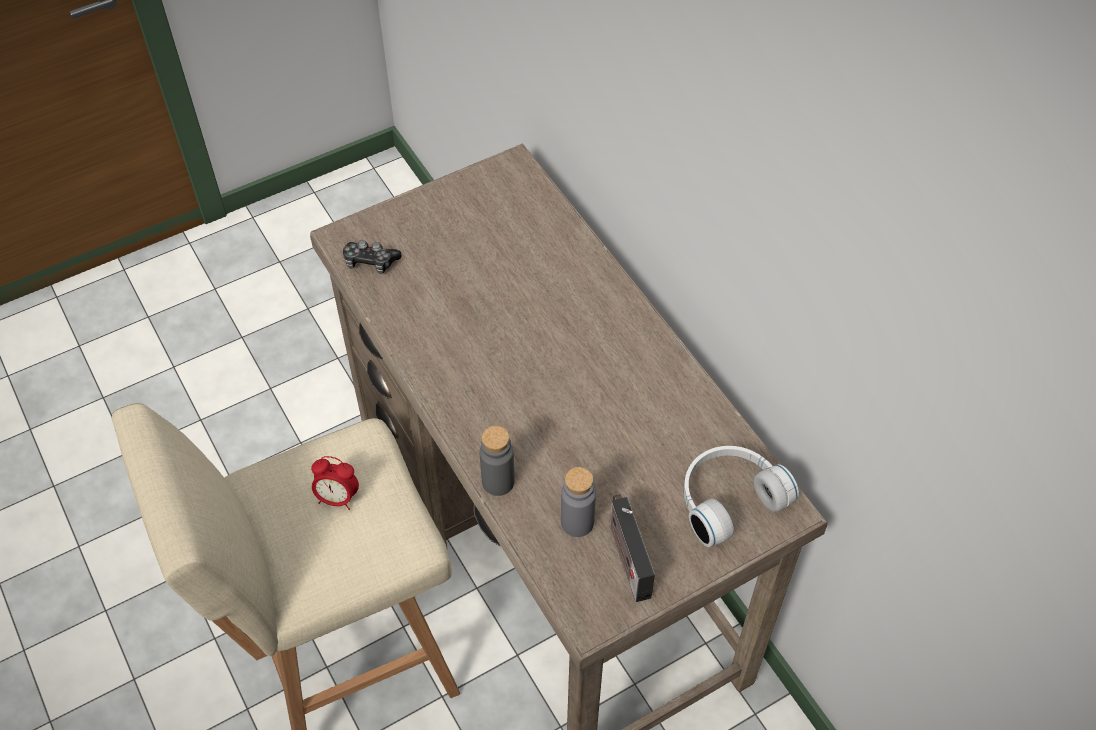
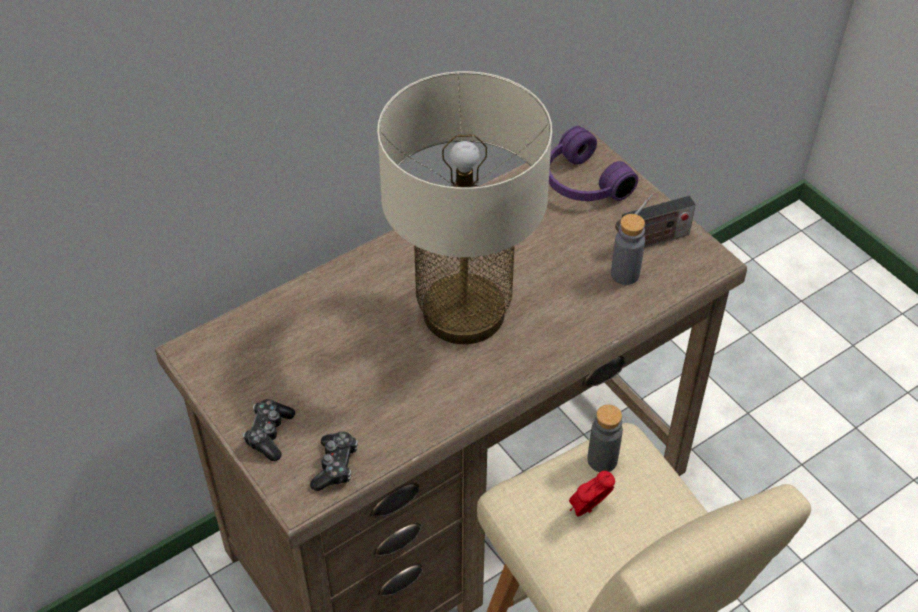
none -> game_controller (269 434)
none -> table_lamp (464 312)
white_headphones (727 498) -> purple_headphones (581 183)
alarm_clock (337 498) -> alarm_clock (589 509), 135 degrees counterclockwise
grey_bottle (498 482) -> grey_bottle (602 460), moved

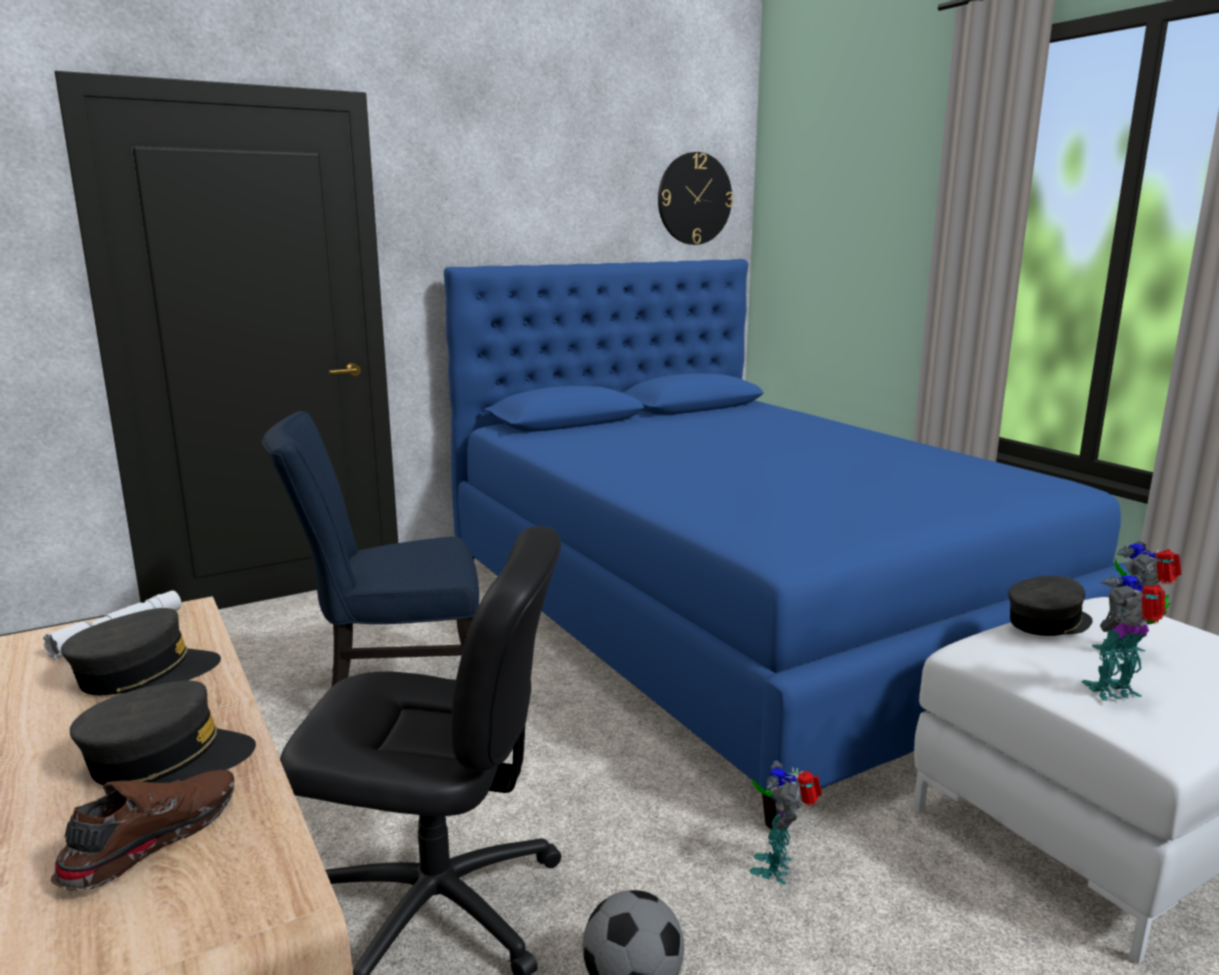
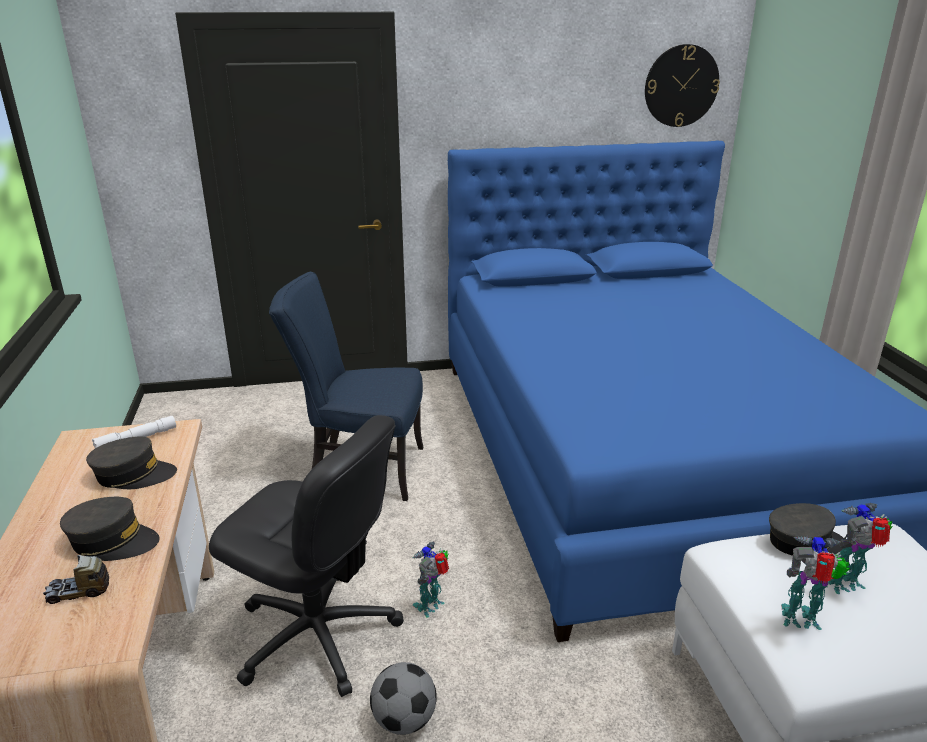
brown_shoe (150 839) -> toy_truck (79 592)
toy_robot (777 867) -> toy_robot (431 606), moved

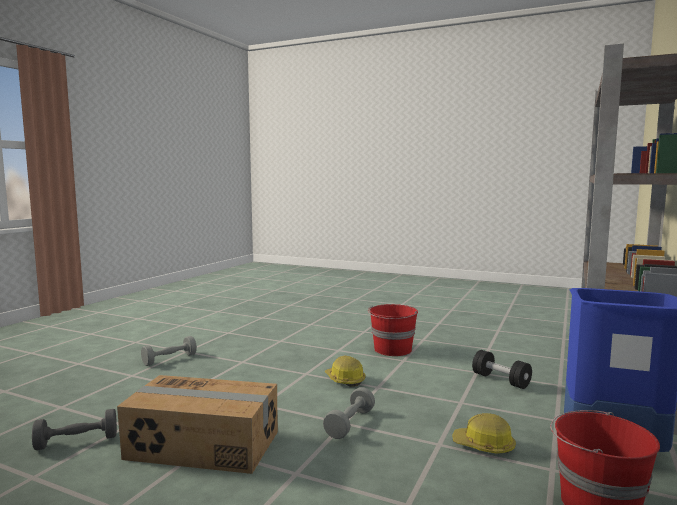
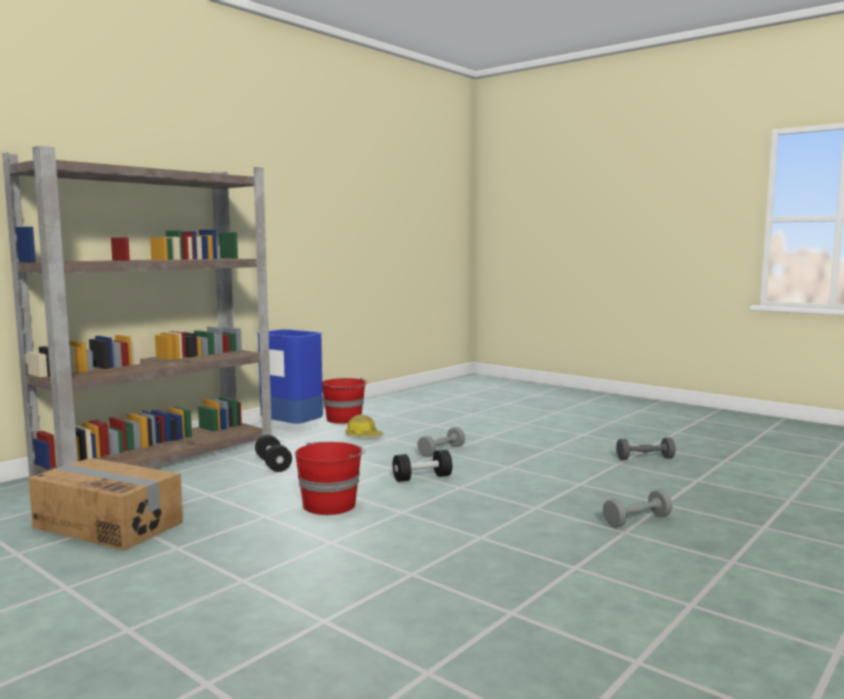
cardboard_box (203 446) -> cardboard_box (109 524), moved
hard_hat (345 380) -> black_dumbbell (422 478)

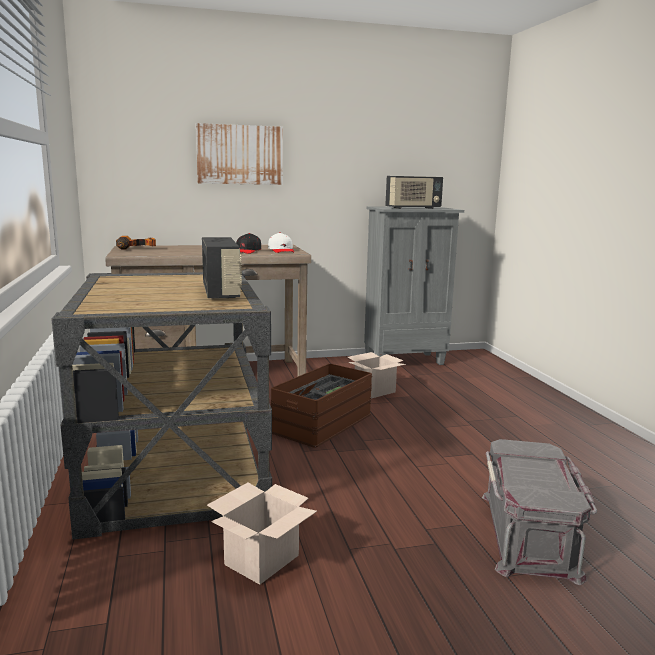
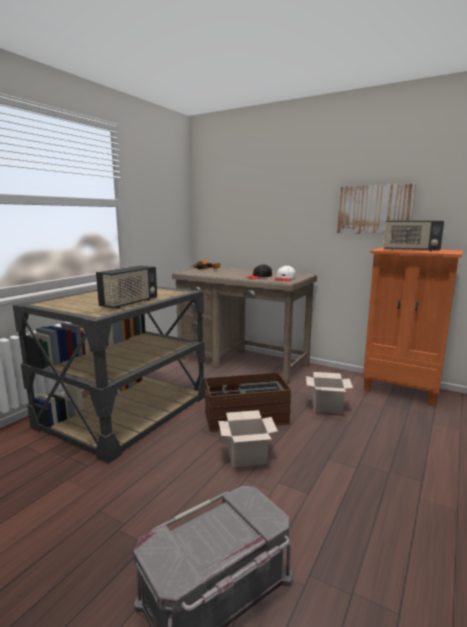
cardboard_box (262 558) -> cardboard_box (248 456), moved
picture (240 155) -> picture (374 209), moved
grey_cabinet (405 361) -> orange_cabinet (400 391)

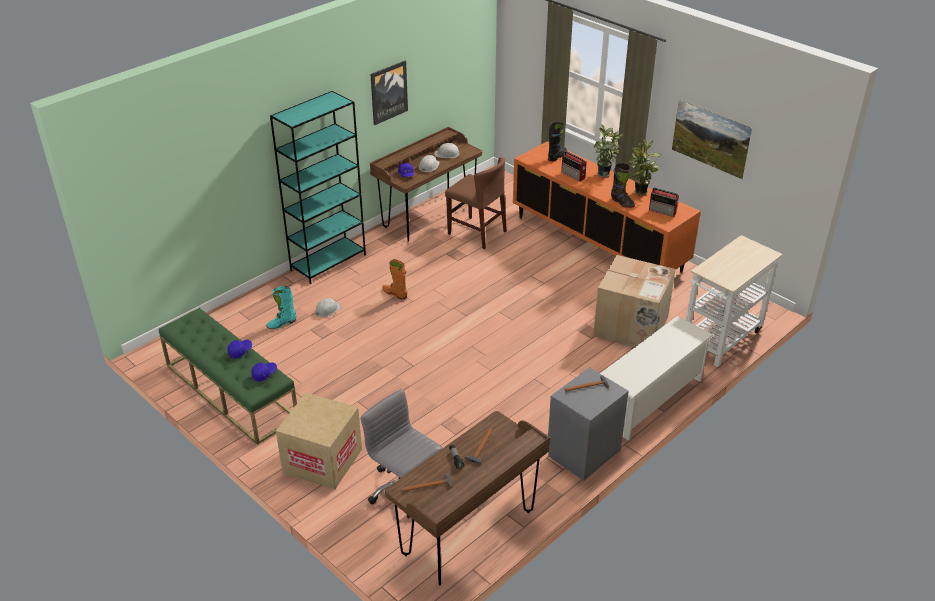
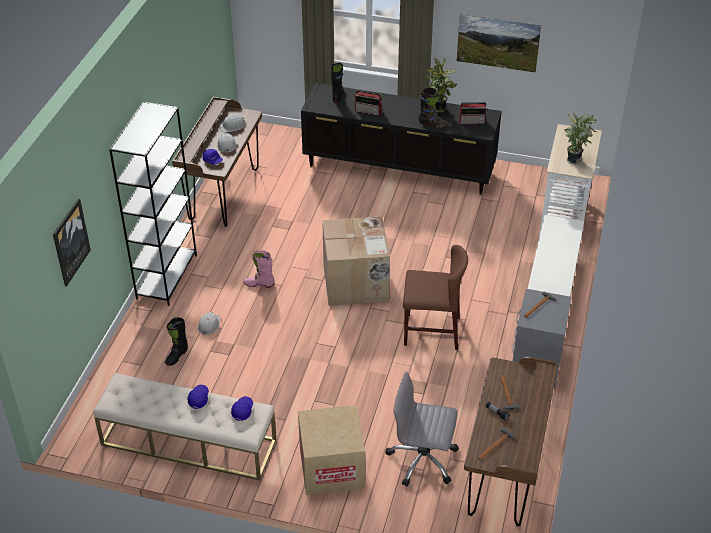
picture (388 92) -> picture (70 242), moved
green_bench (230 391) -> beige_bench (188 442)
turquoise_bookcase (328 262) -> white_bookcase (166 276)
turquoise_boot (281 323) -> black_boot (176 356)
orange_boot (395 294) -> pink_boot (259 284)
orange_cabinet (597 245) -> black_cabinet (399 169)
cardboard_box (631 327) -> cardboard_box (356 283), moved
brown_chair (476 233) -> brown_chair (431 331), moved
potted_plant (605 174) -> potted_plant (574 160), moved

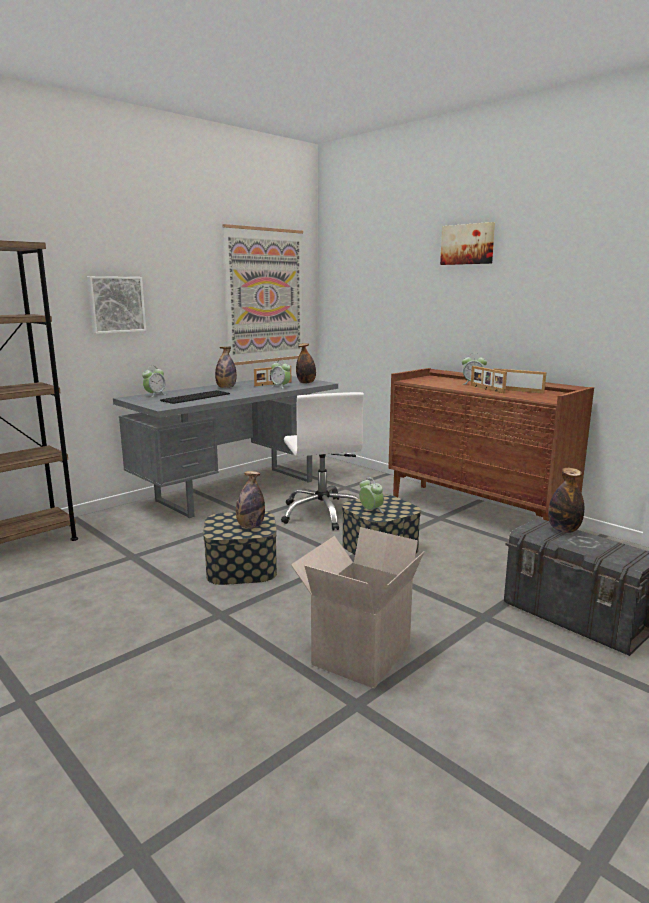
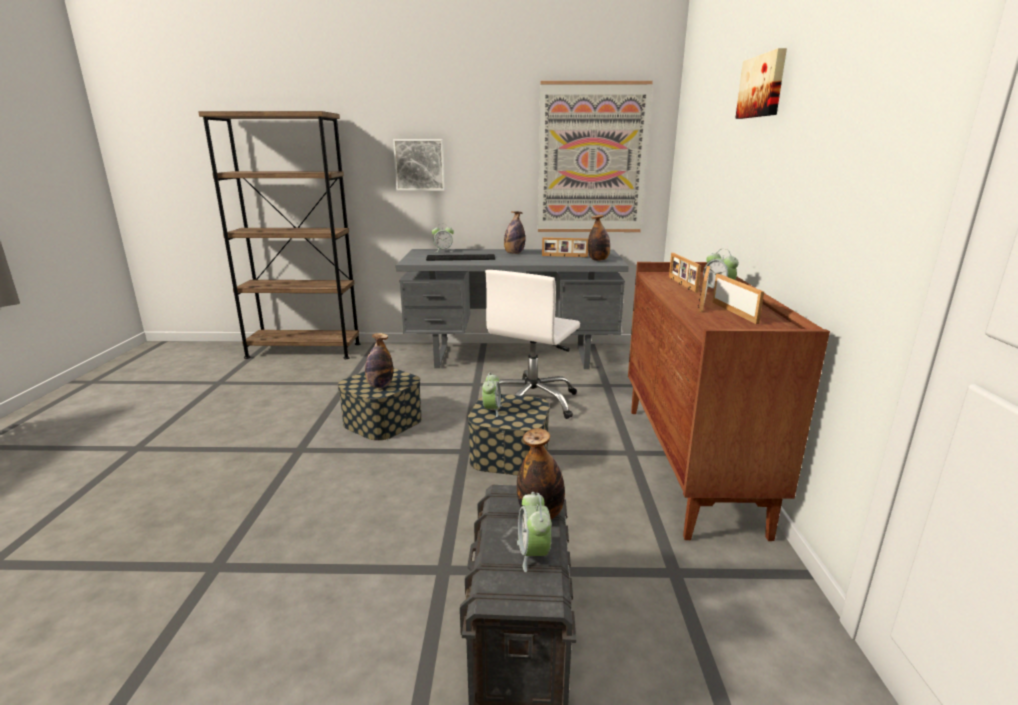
alarm_clock (280 387) -> alarm_clock (533 554), moved
none -> picture_frame (681 284)
cardboard_box (359 653) -> none

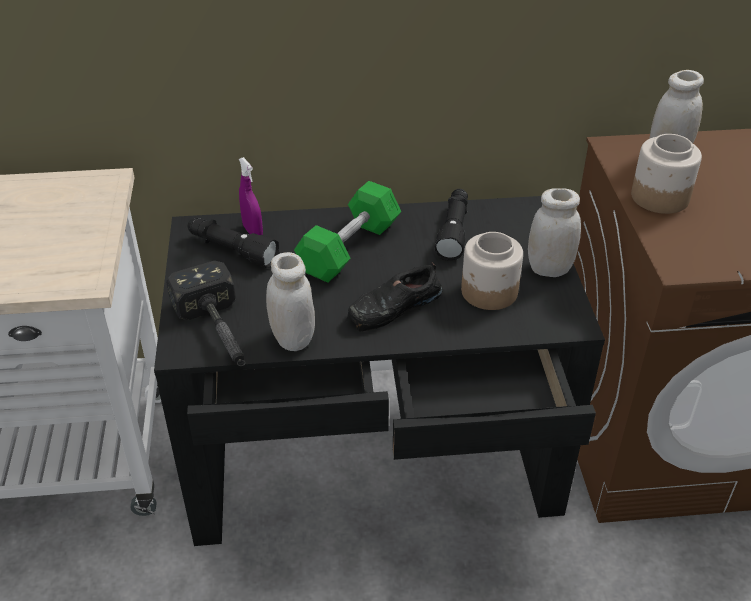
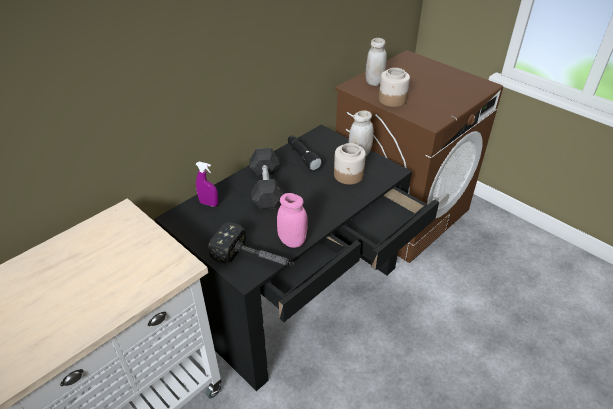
green_dumbbell (349 248) -> grey_dumbbell (266 187)
white_jar (293 339) -> pink_jar (292 241)
black_flashlight (232 250) -> none
black_shoe (393 308) -> none

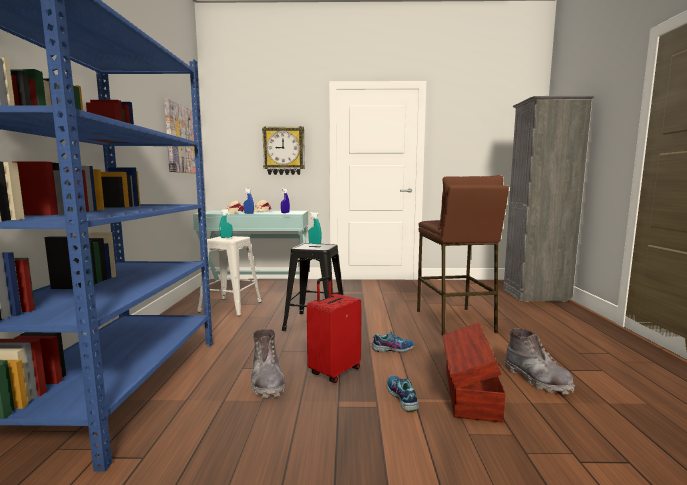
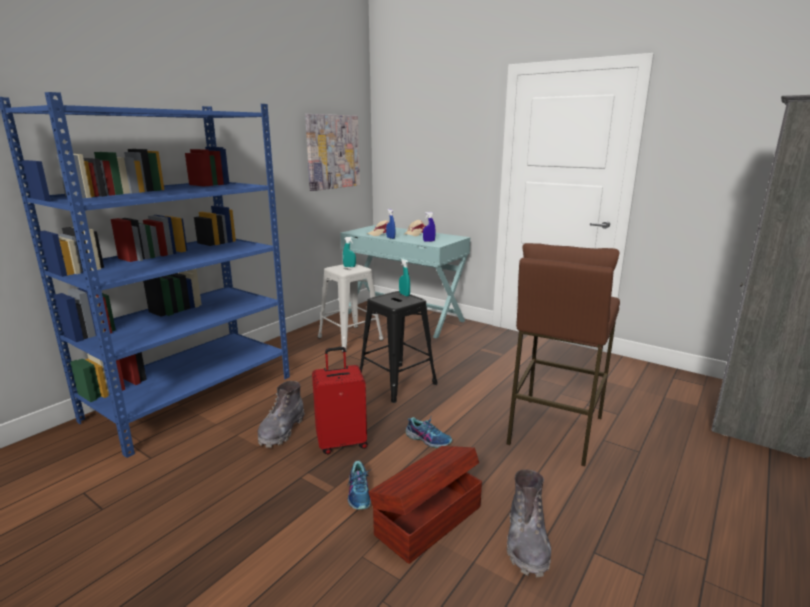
shoe (401 397) -> shoe (359 493), 150 degrees clockwise
wall_clock (284 151) -> none

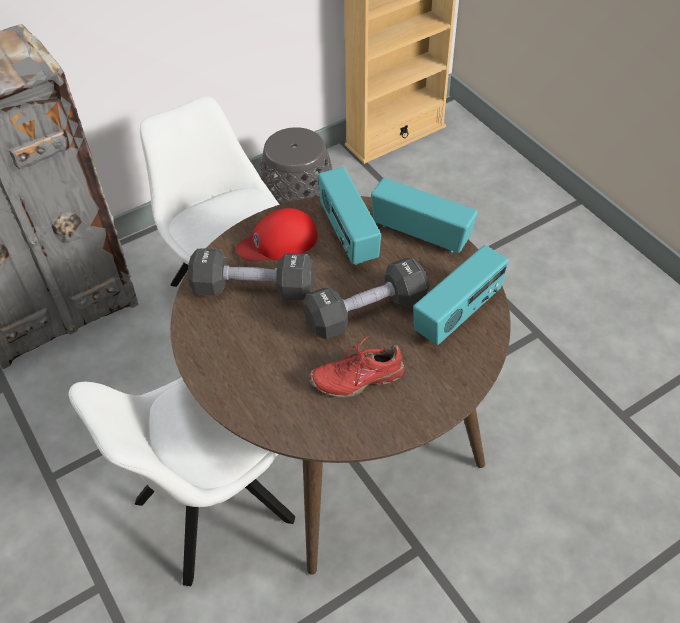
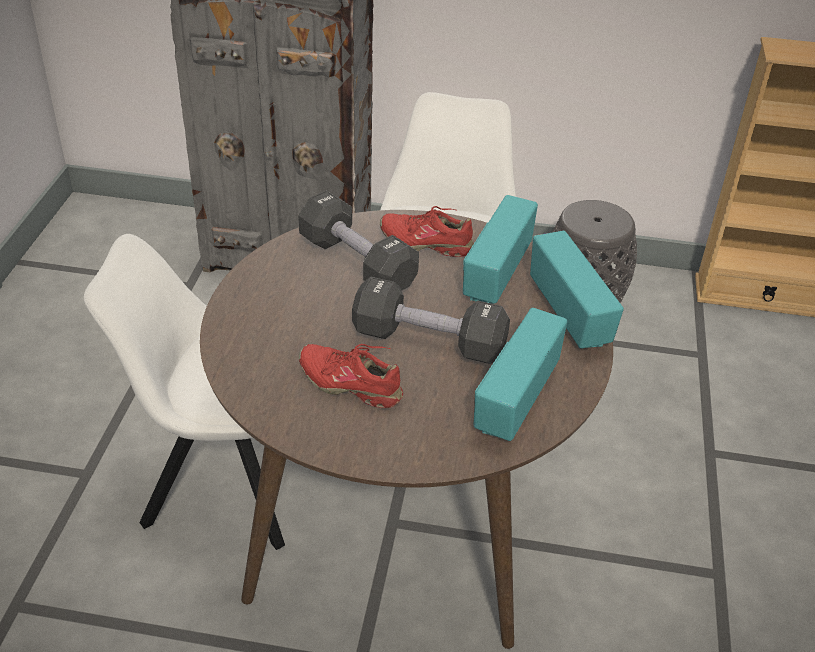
red_cap (278 241) -> red_shoe (426 242)
radio (458 314) -> radio (515 399), 120 degrees clockwise

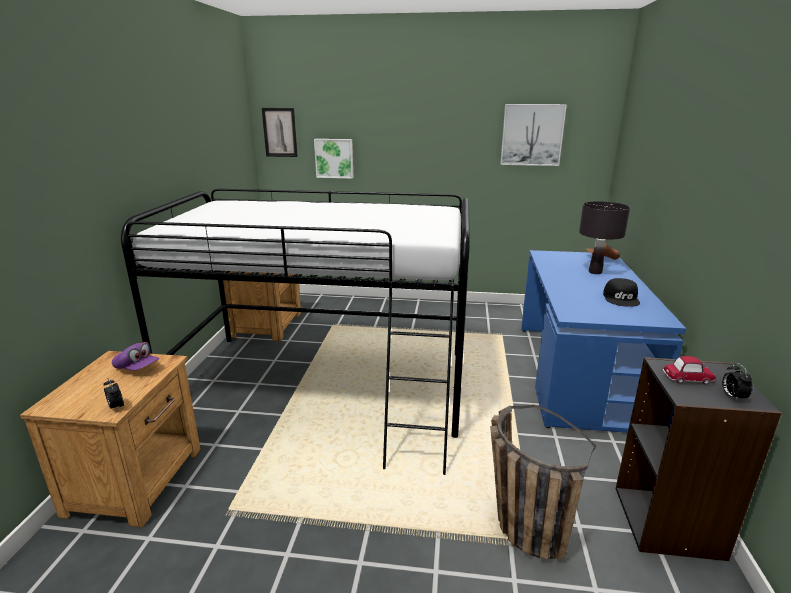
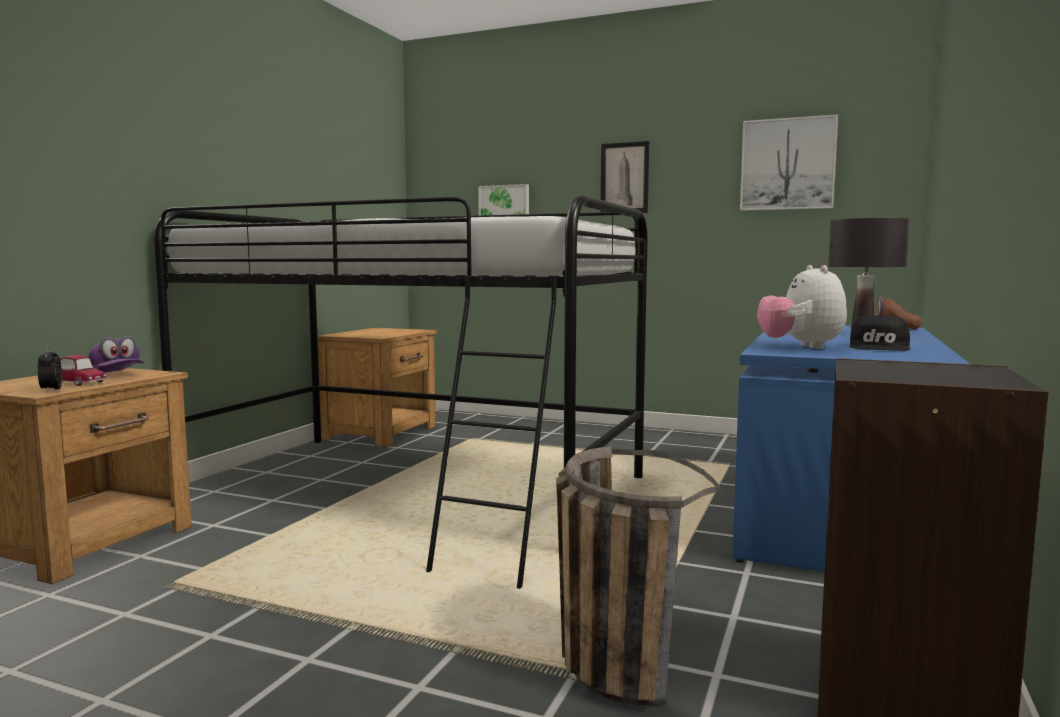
toy_car (687 378) -> toy_car (78 383), moved
picture (280 132) -> picture (624 178), moved
none -> plush_toy (801 347)
alarm_clock (732 396) -> none

